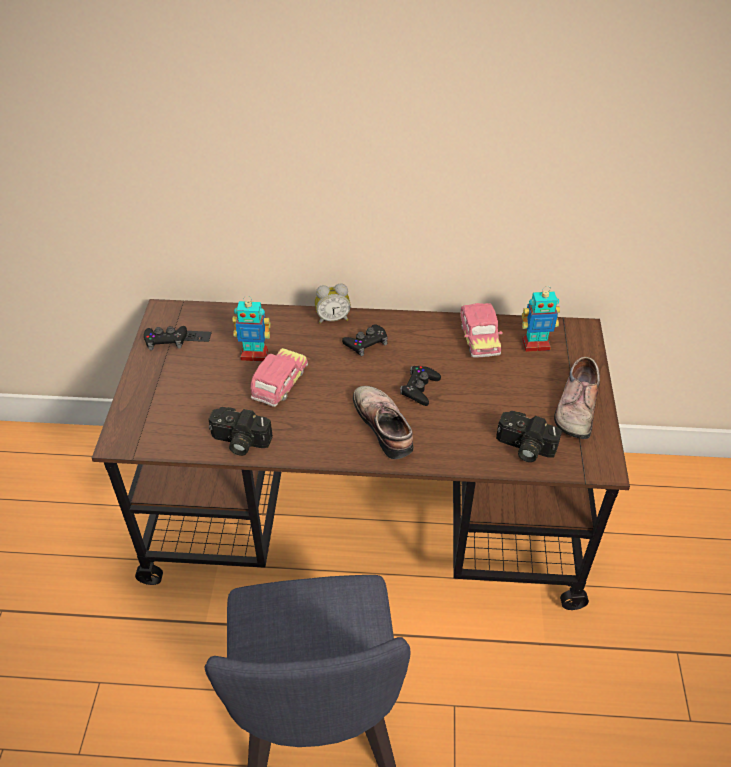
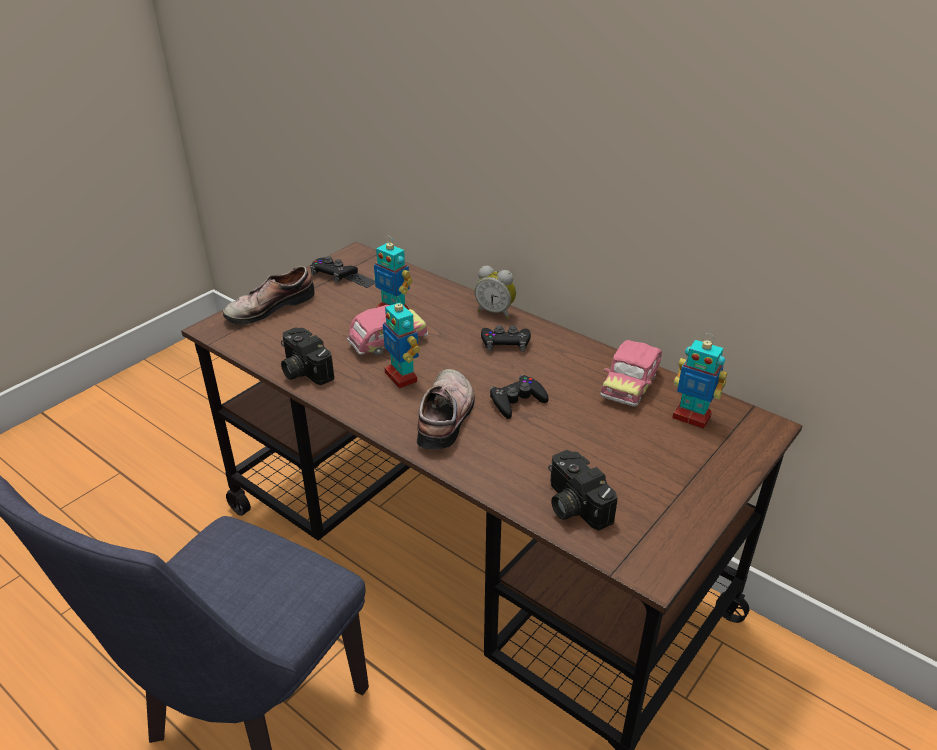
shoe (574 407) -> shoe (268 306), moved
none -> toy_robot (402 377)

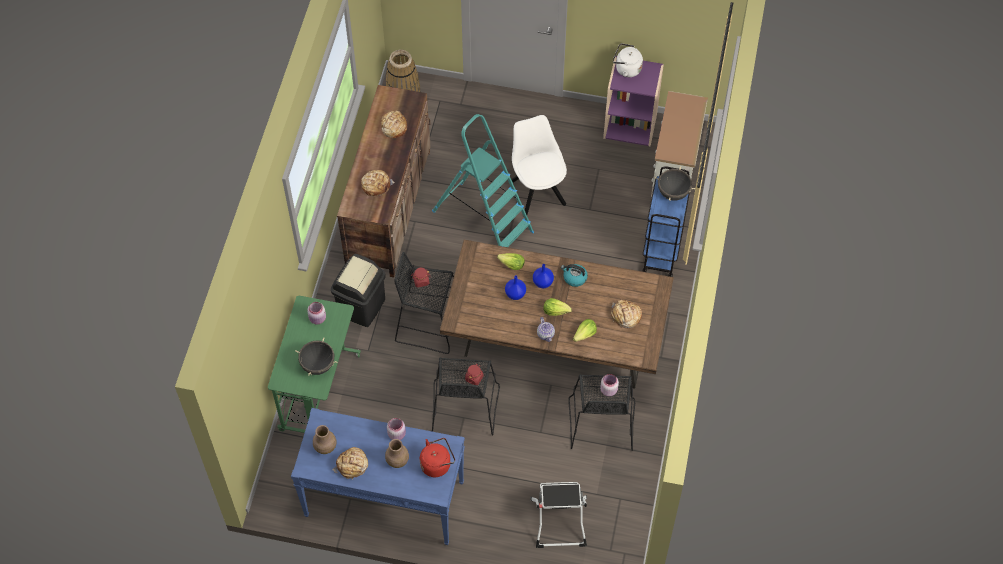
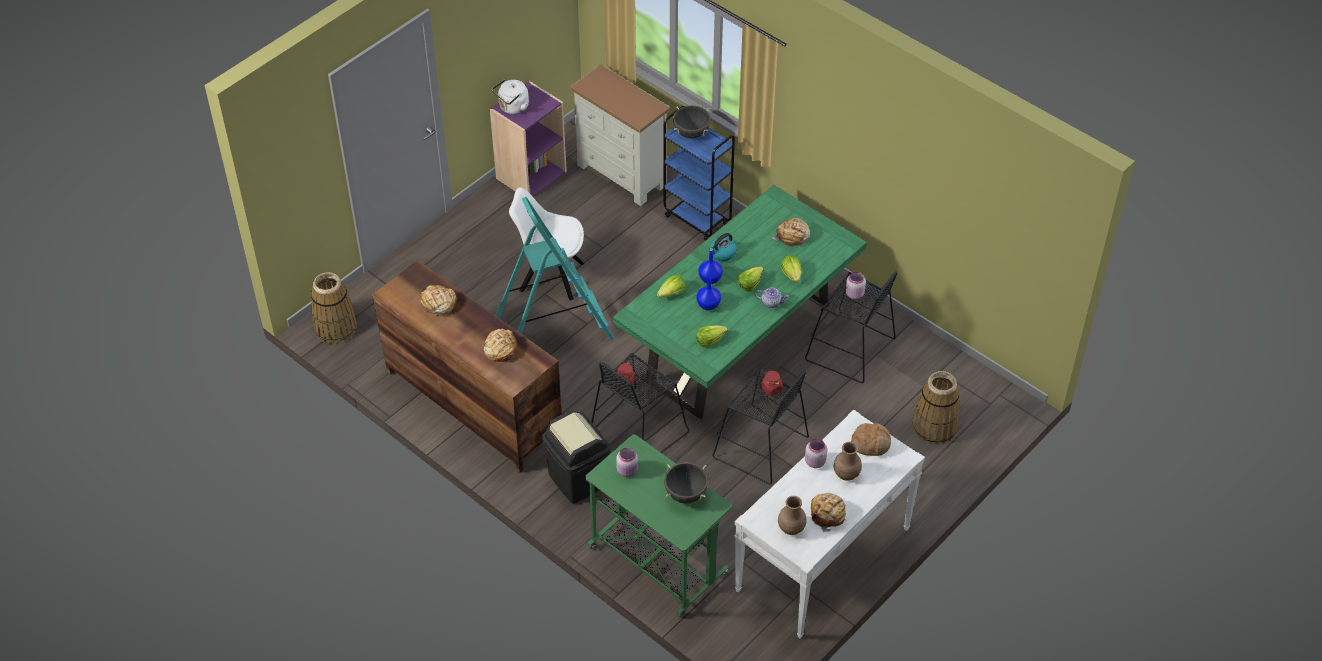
brown_dining_table (556 345) -> green_dining_table (739 342)
none -> lettuce (710 340)
blue_console_table (383 499) -> white_console_table (823 560)
red_kettle (437 464) -> bread (871 443)
step_ladder (559 519) -> basket (934 427)

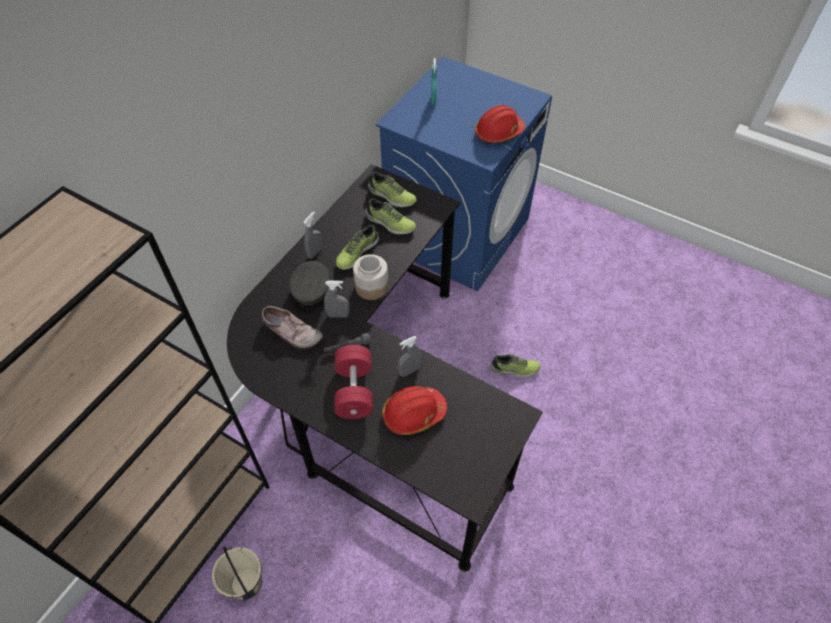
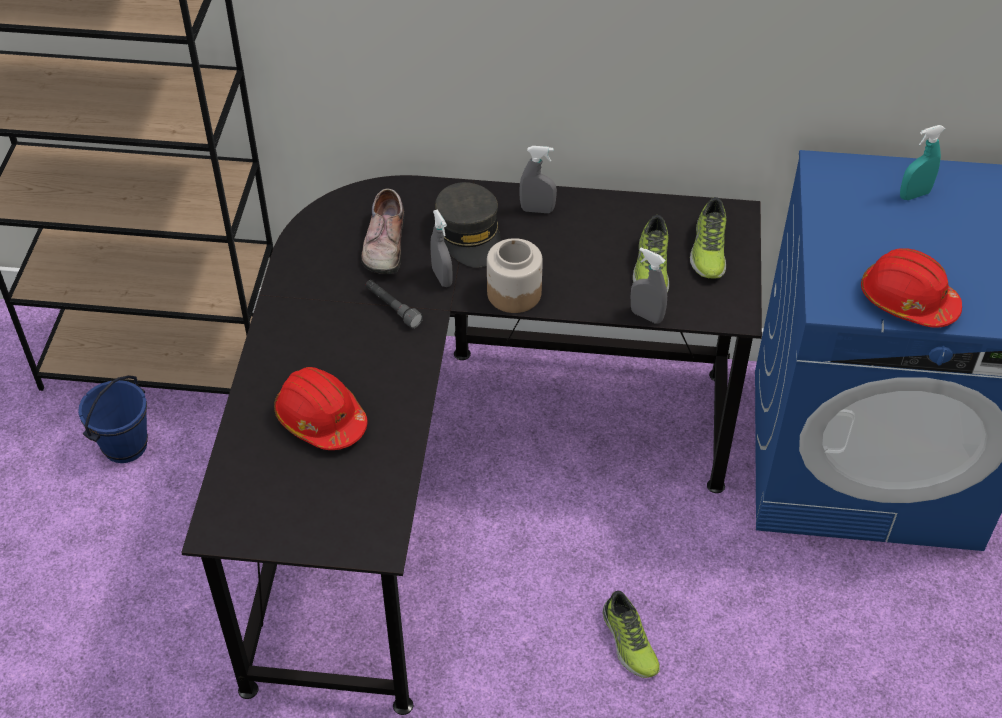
beige_bucket (246 583) -> blue_bucket (126 446)
grey_cap (313 289) -> grey_cap (470 234), 90 degrees clockwise
grey_spray_bottle (409 371) -> grey_spray_bottle (646 316), moved
red_dumbbell (354 390) -> none
shoe (356 252) -> none

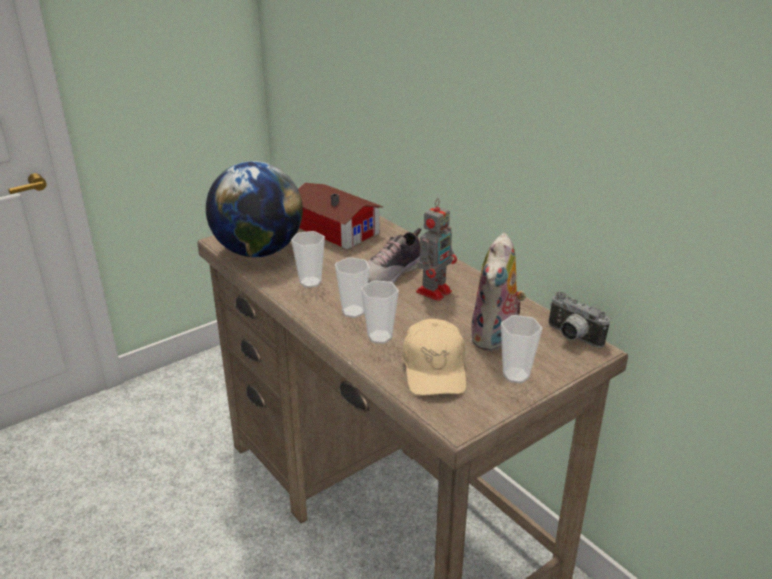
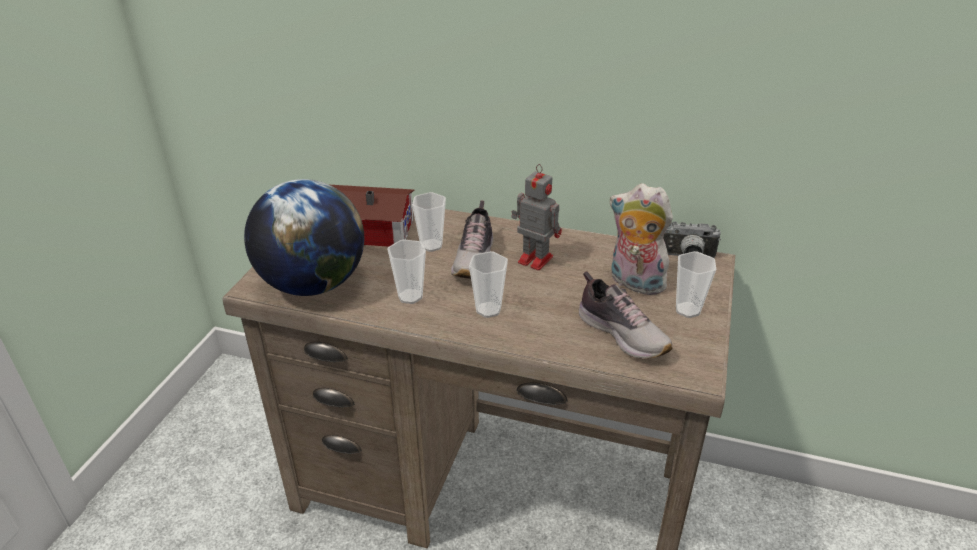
cup (380 337) -> cup (431 245), moved
toy_robot (435 291) -> toy_robot (533 259), 60 degrees counterclockwise
beige_cap (434 369) -> shoe (622 333)
plush_toy (495 338) -> plush_toy (634 283), 135 degrees clockwise

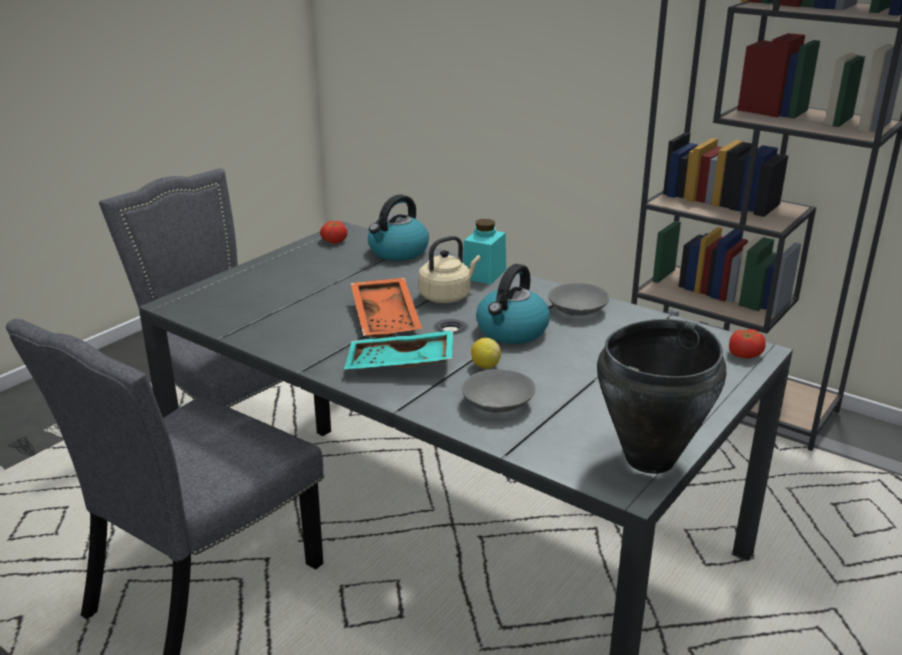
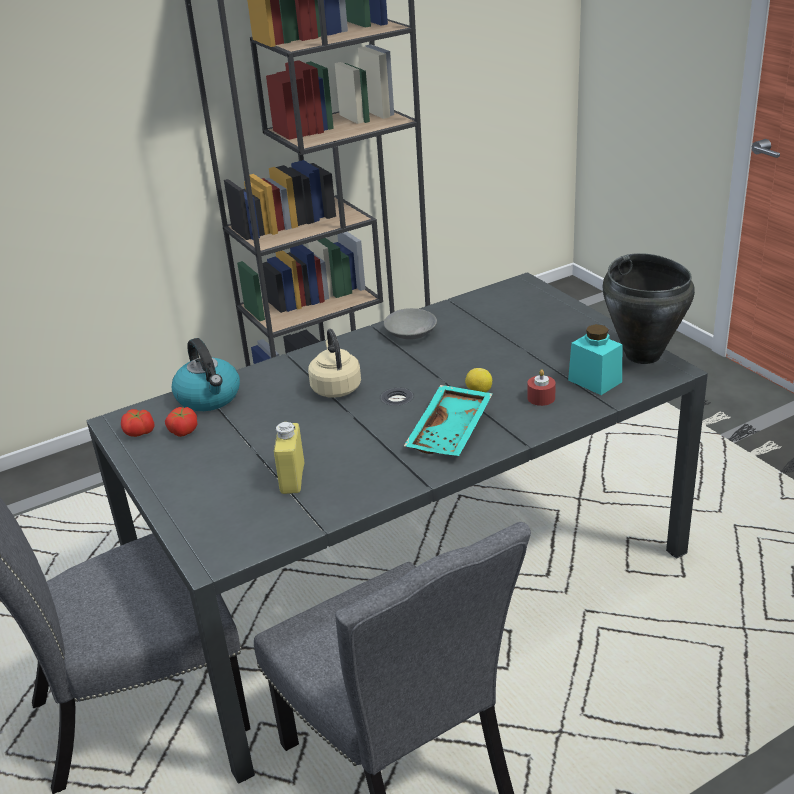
tomato (744 354) -> tomato (183 431), moved
none -> yellow_bottle (292 479)
grey_bowl (497 403) -> red_candle (541 398)
turquoise_jar (484 274) -> turquoise_jar (595 381), moved
orange_tray (387 318) -> none
kettle (512 331) -> none

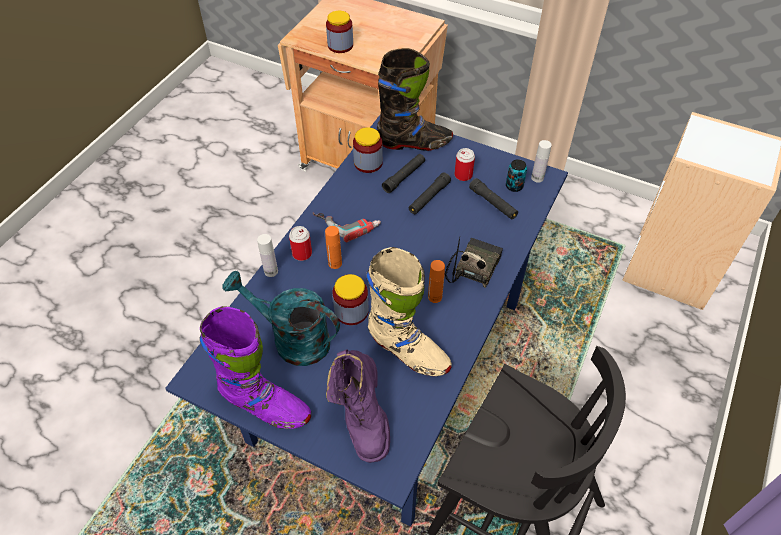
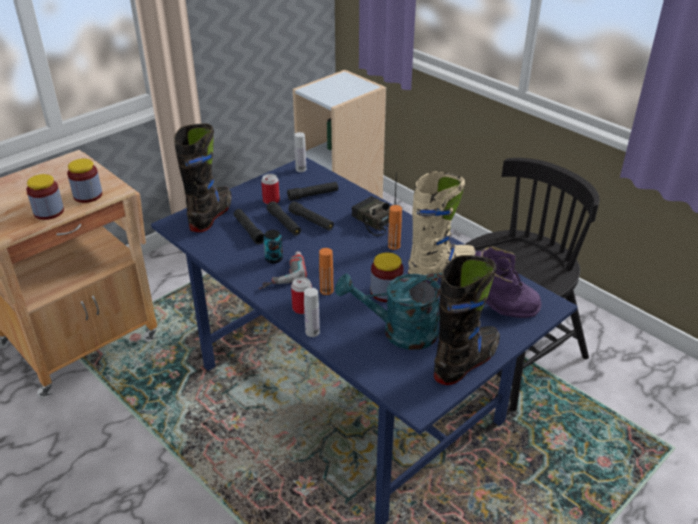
jar (368 163) -> jar (88 195), moved
can (514 186) -> can (274 259), moved
none -> black_flashlight (311 221)
turquoise_watering_can (292 339) -> turquoise_watering_can (400 333), 45 degrees clockwise
purple_boot (265 406) -> black_boot (466 362)

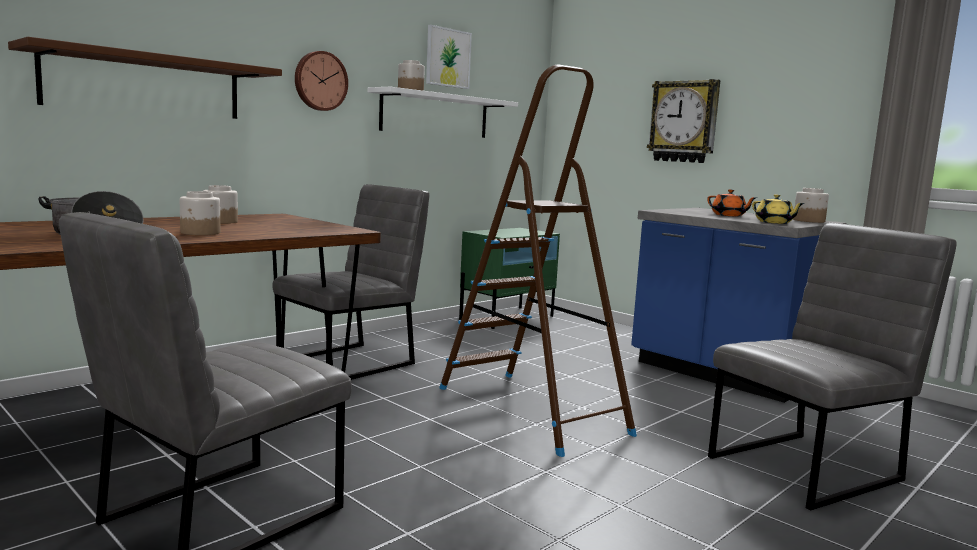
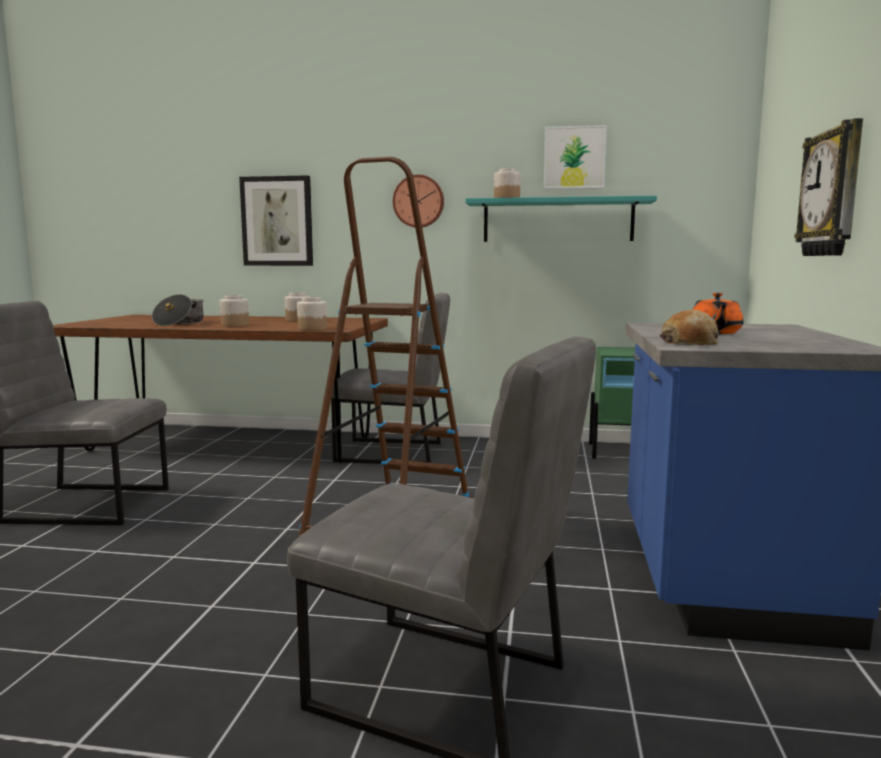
brown_shelf (145 85) -> picture (277 221)
jar (808 221) -> jar (312 329), moved
white_shelf (435 115) -> turquoise_shelf (558 220)
yellow_teapot (774 222) -> bread (690 342)

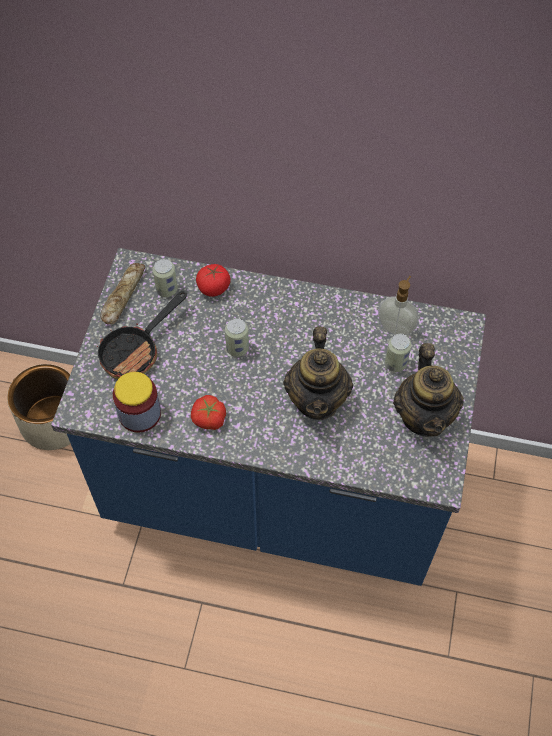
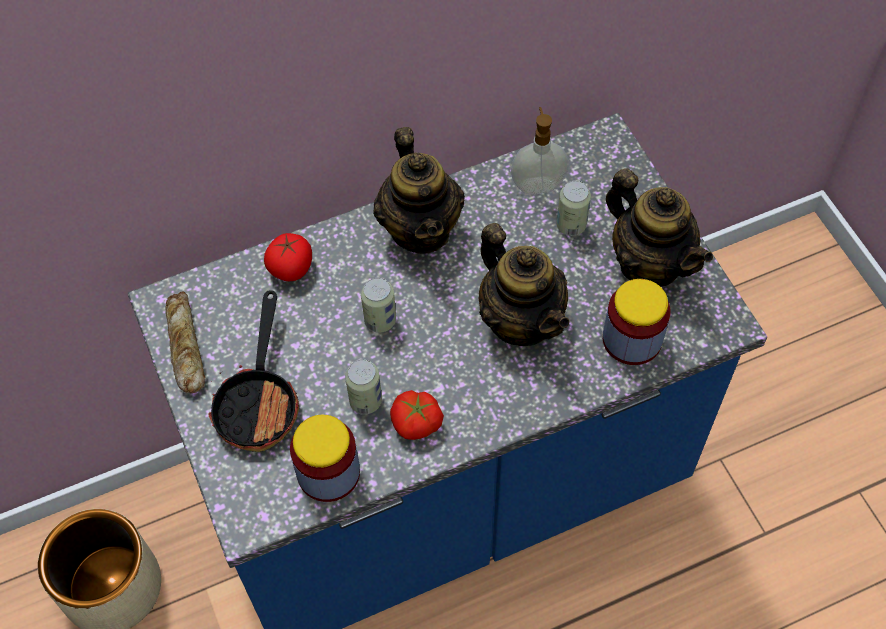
can (167 290) -> can (365 401), moved
none -> teapot (421 229)
none -> jar (632 339)

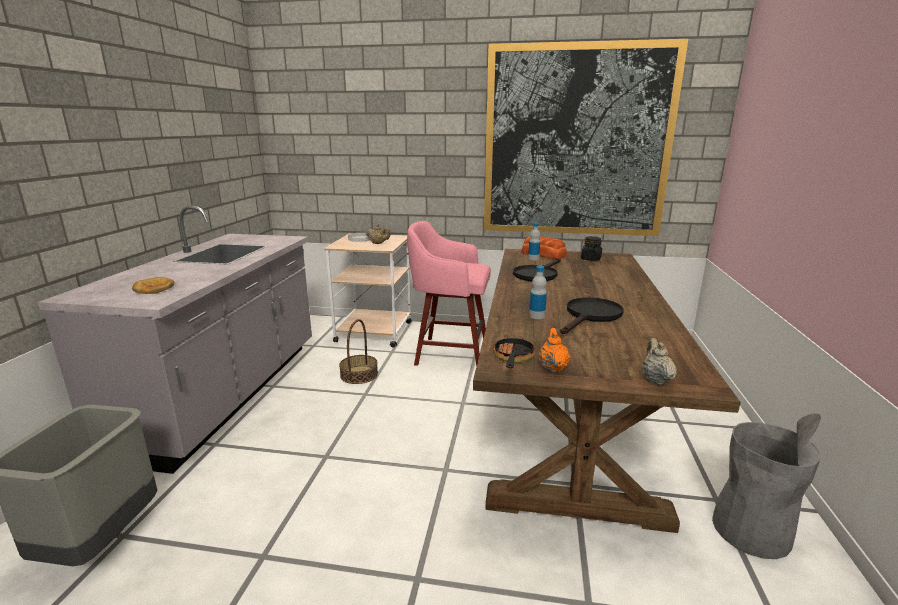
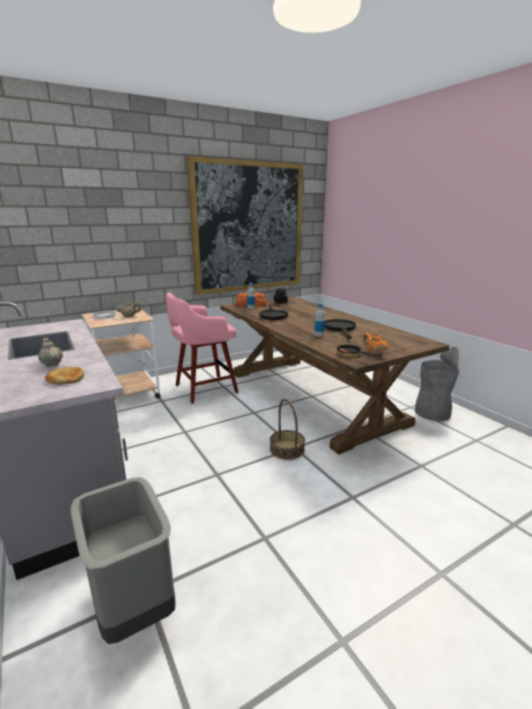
beige_teapot (655 379) -> beige_teapot (52 364), moved
basket (359 374) -> basket (287 449), moved

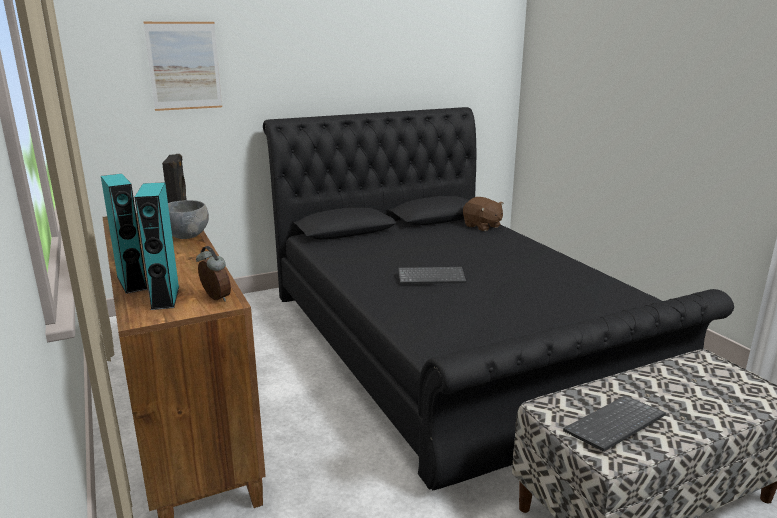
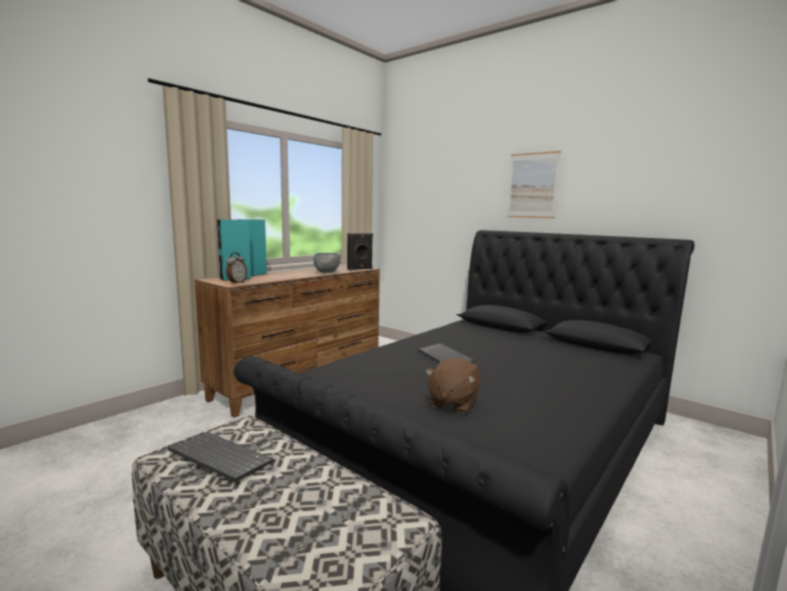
brown_plush_toy (482 226) -> brown_plush_toy (452 403), moved
picture (184 66) -> picture (532 185), moved

